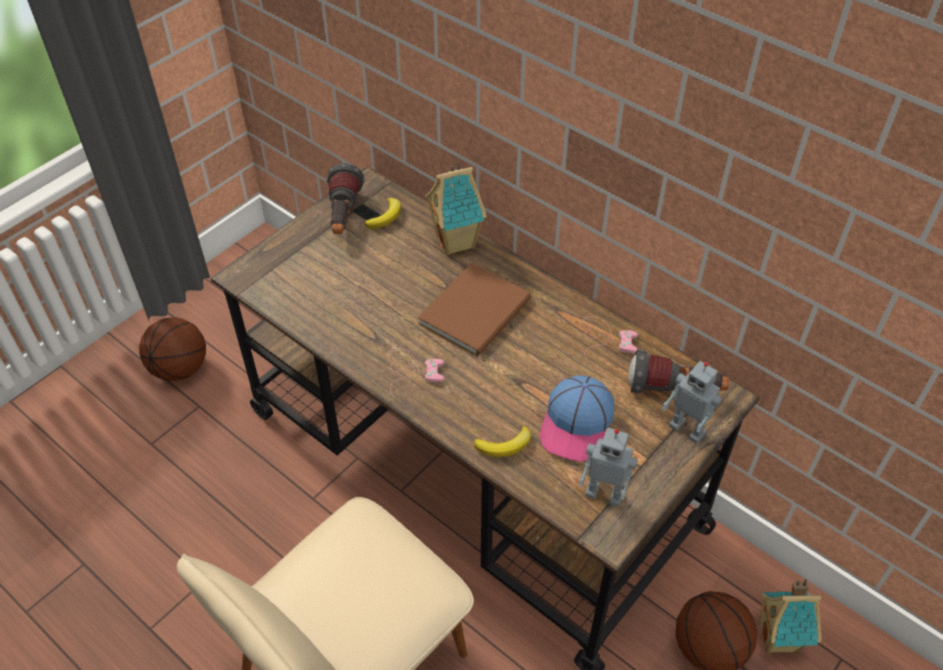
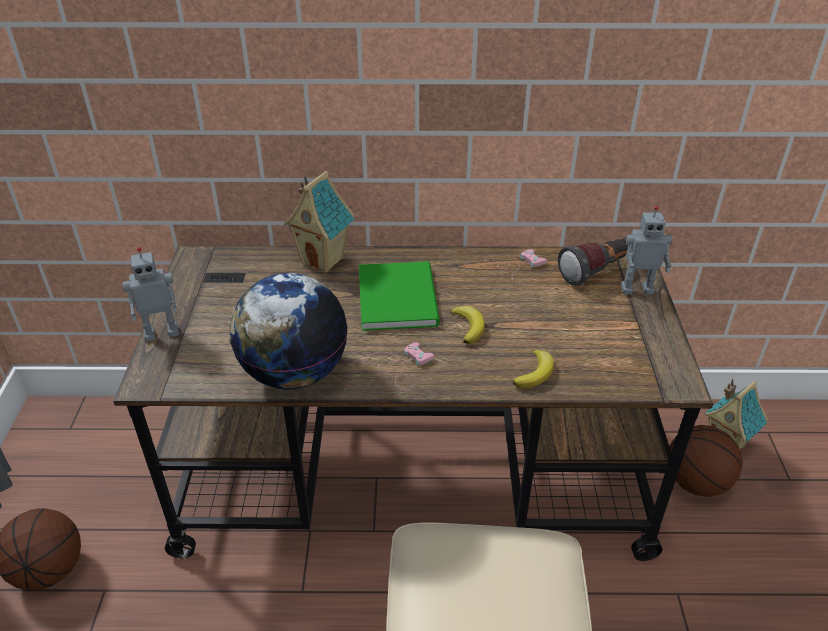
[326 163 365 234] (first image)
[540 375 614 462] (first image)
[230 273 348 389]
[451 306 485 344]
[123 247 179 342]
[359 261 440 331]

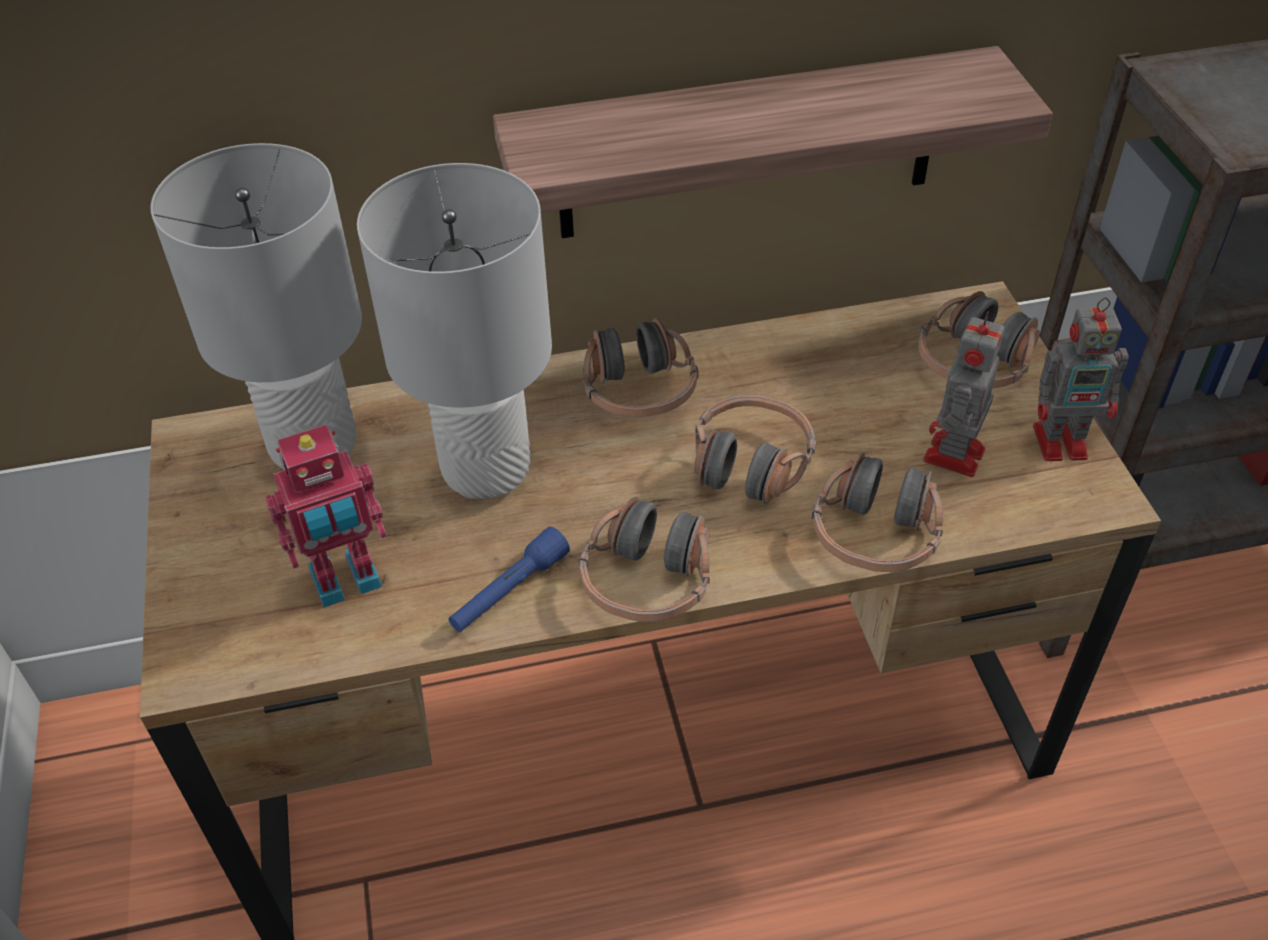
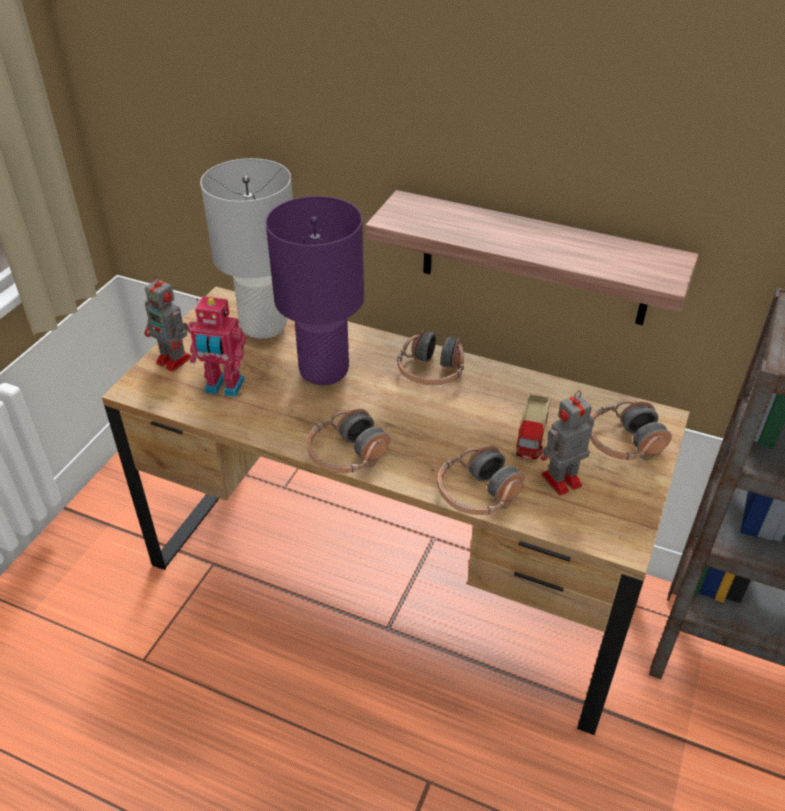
[449 526 570 632] (first image)
[694 395 816 504] (first image)
[516 393 551 459]
[144 274 191 372]
[266 196 364 385]

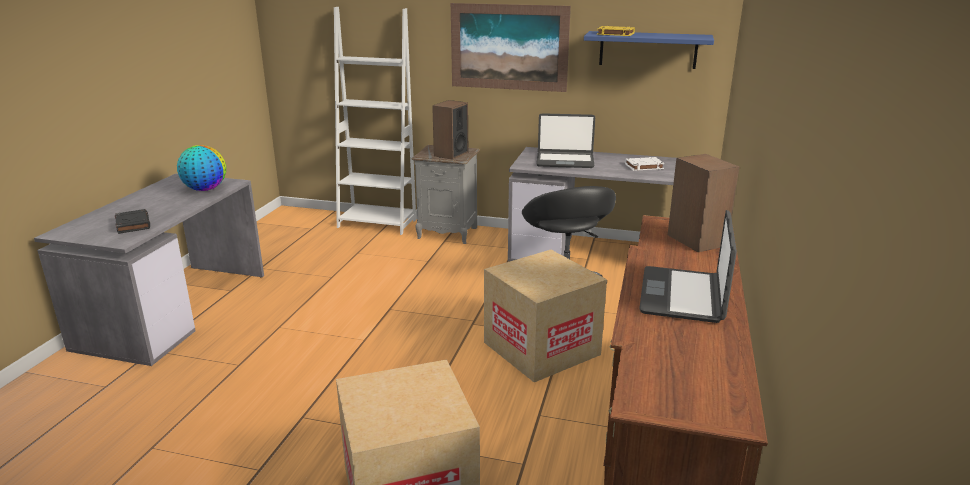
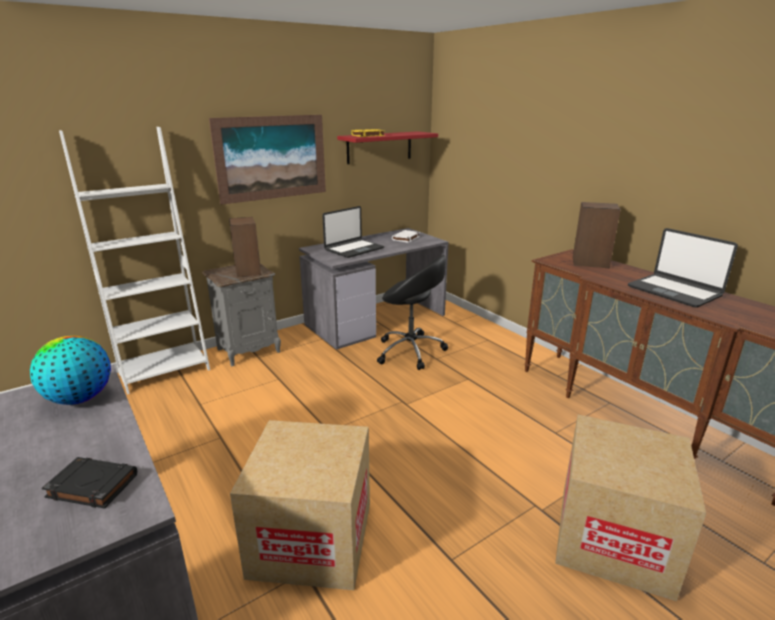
[230 420 370 590]
[337 131 438 164]

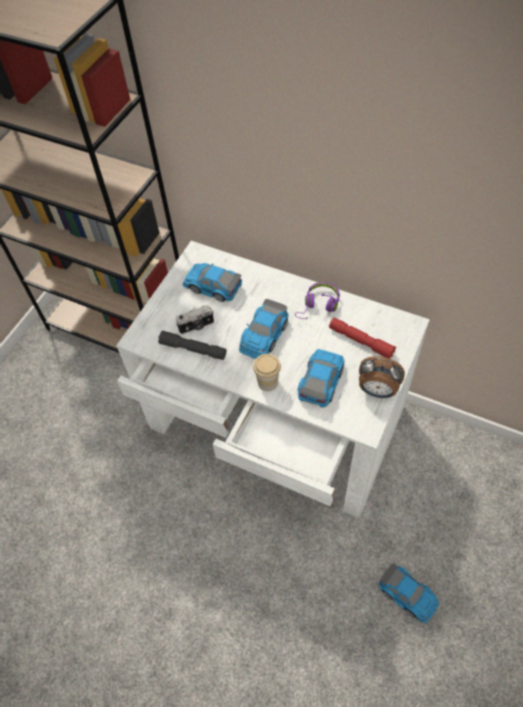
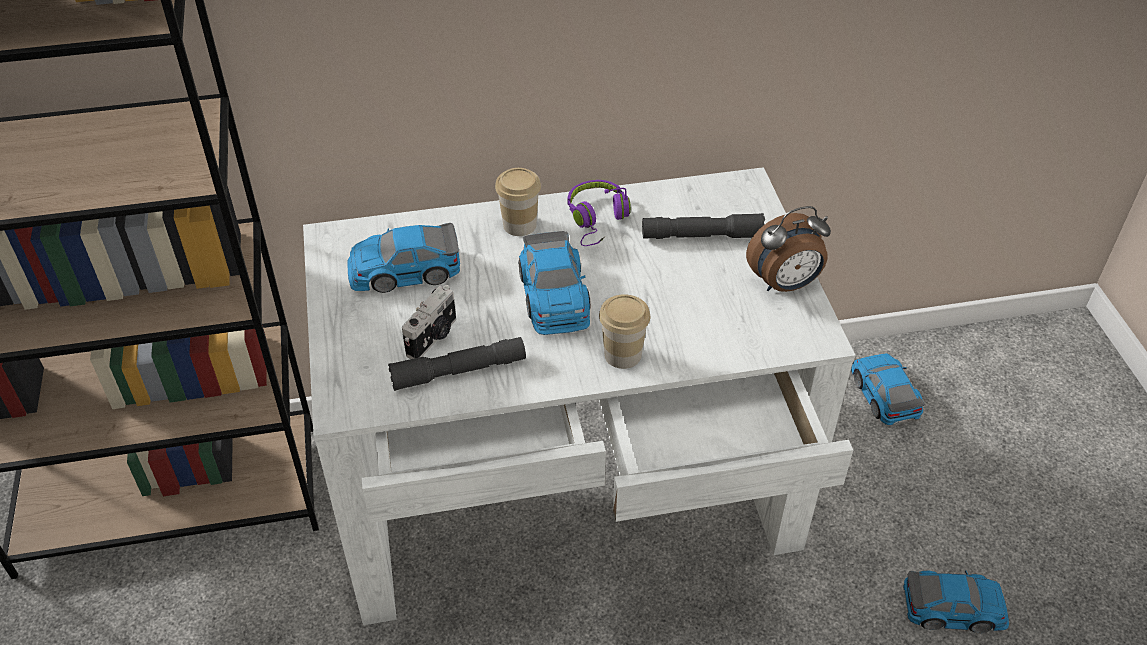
[495 168 541 236]
[851 353 925 425]
[642 213 765 239]

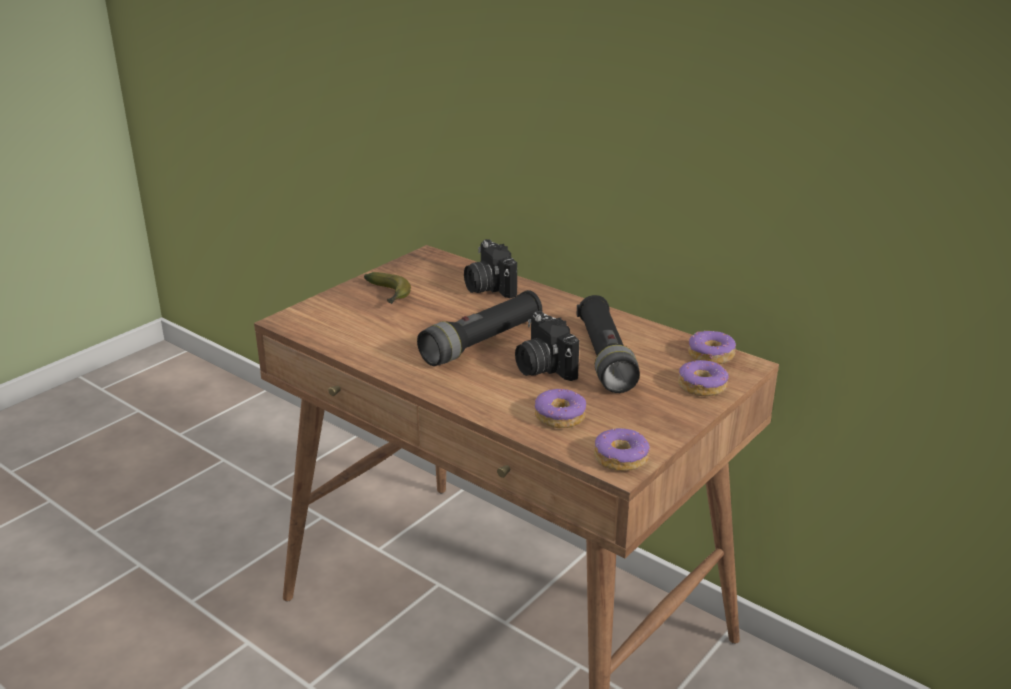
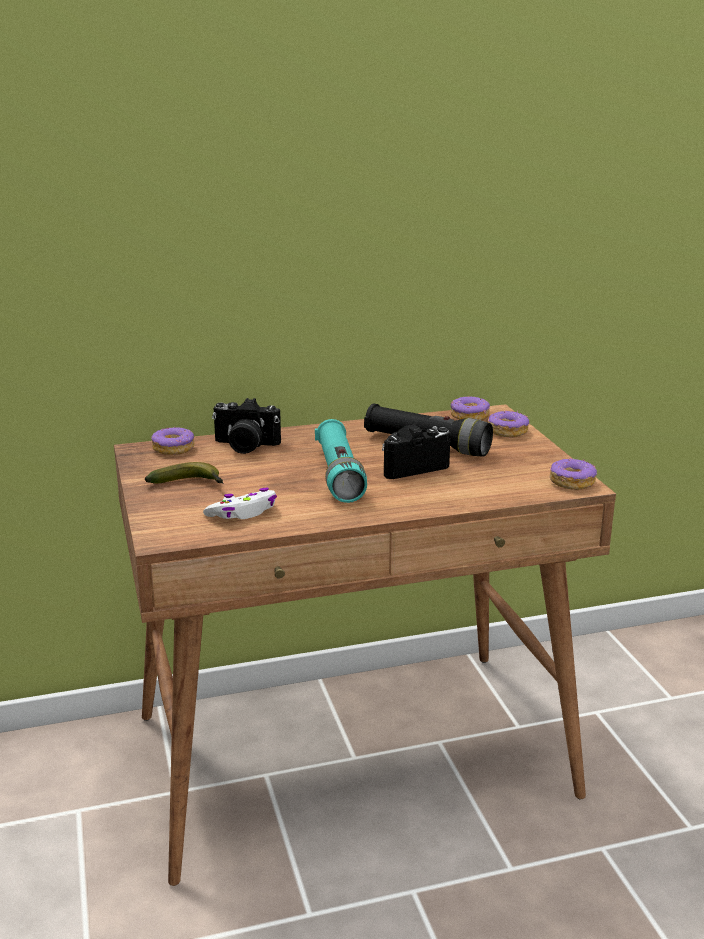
[203 488 277 519]
[151 427 194 455]
[315 419 367 503]
[382 424 451 479]

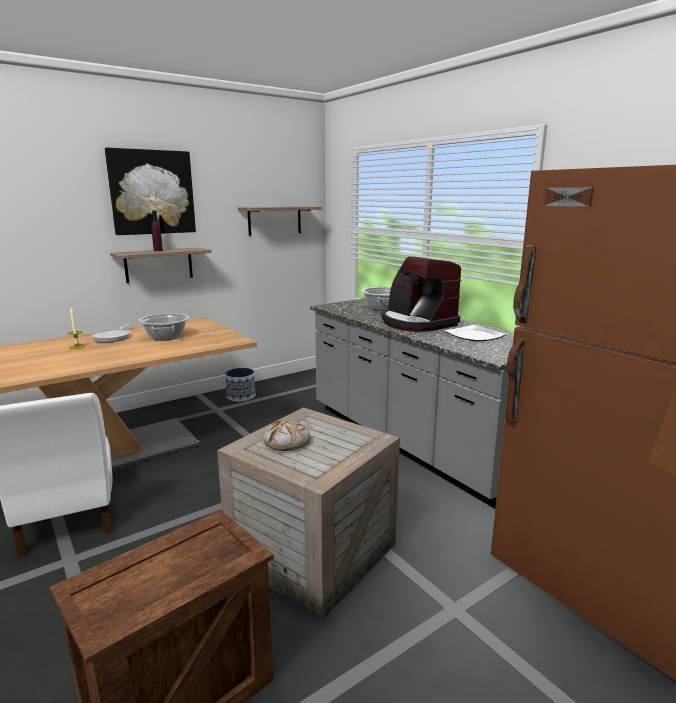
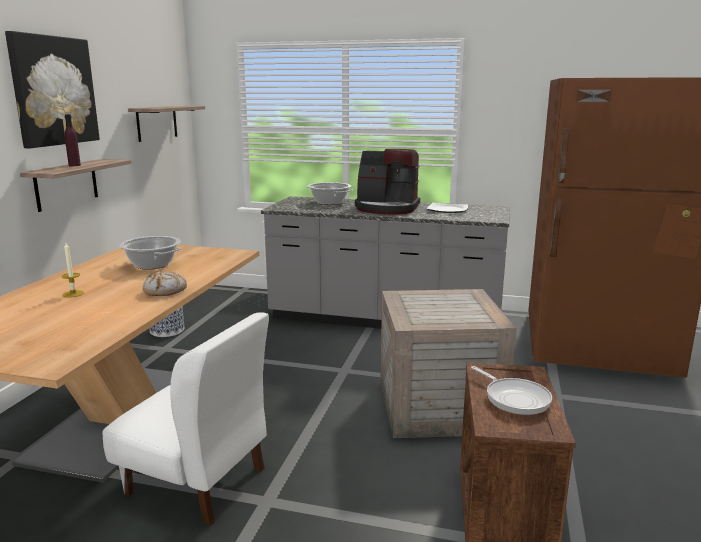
[471 366 552 415]
[143 271 187 296]

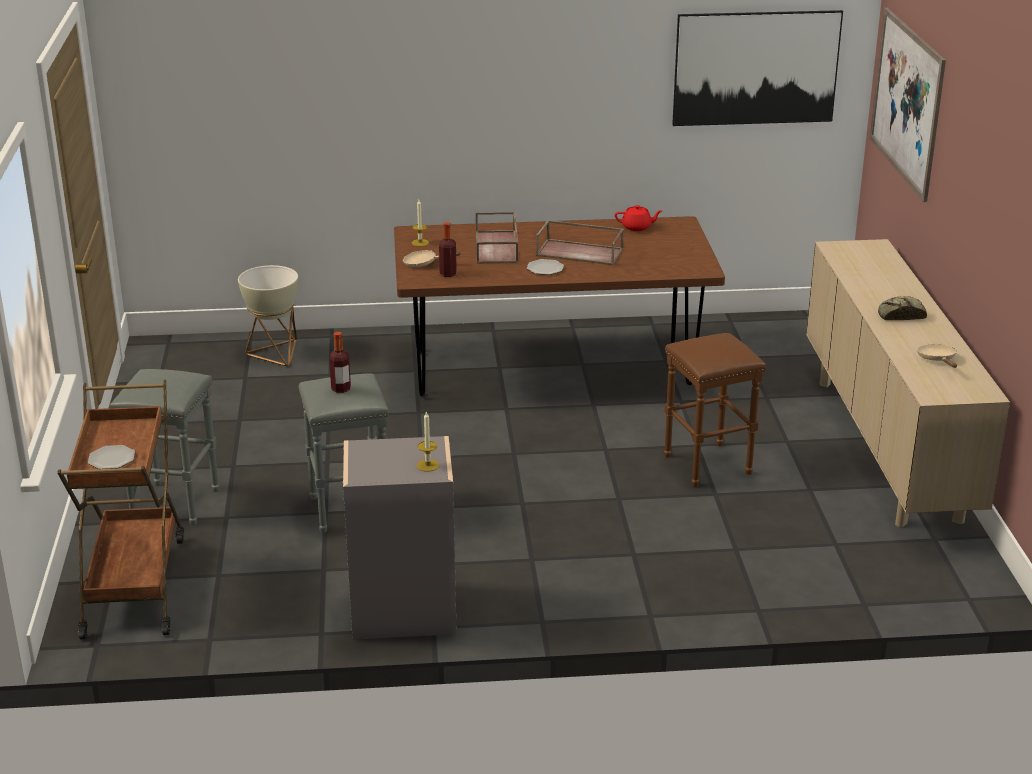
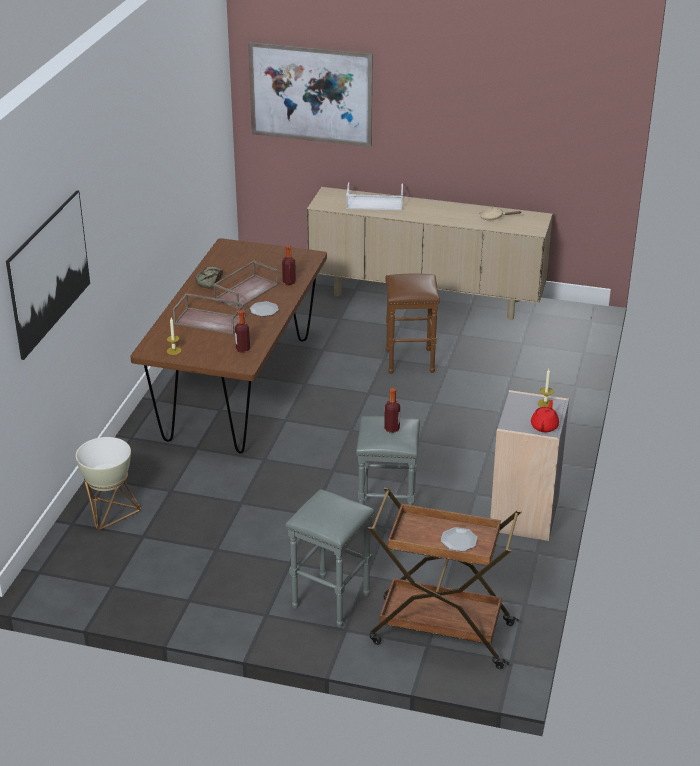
[403 250 461 267] (first image)
[282 245 296 285]
[346 182 403 210]
[531 400 559 432]
[6 190 90 360]
[196 266 223 289]

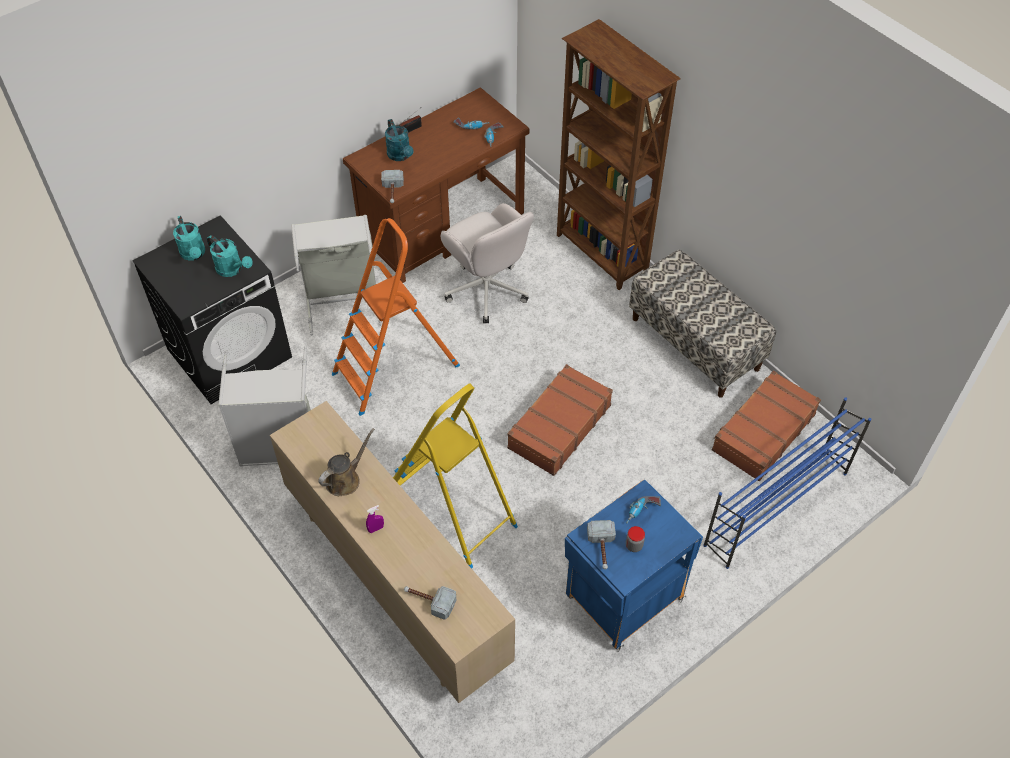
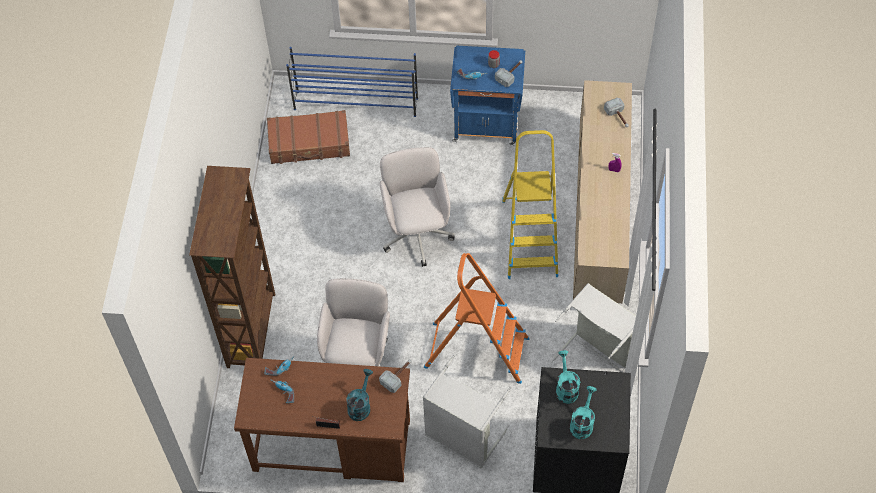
[318 428 375 496] (first image)
[629 250 776 398] (first image)
[380 147 455 267]

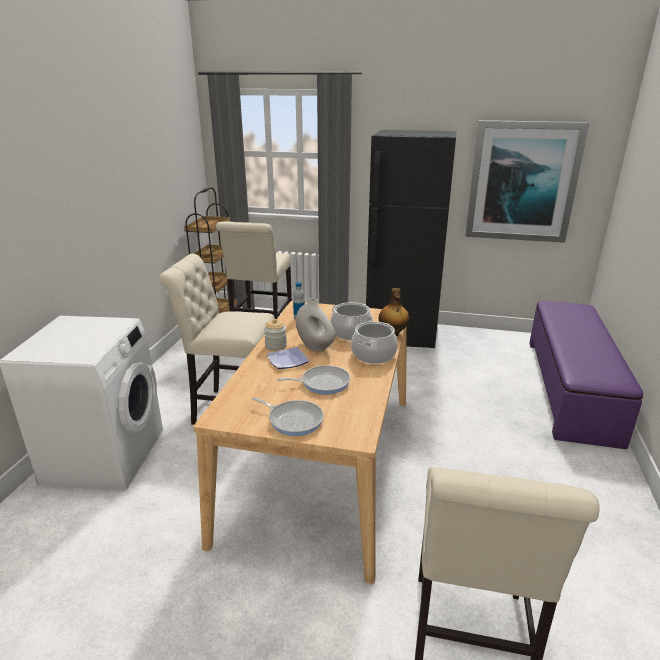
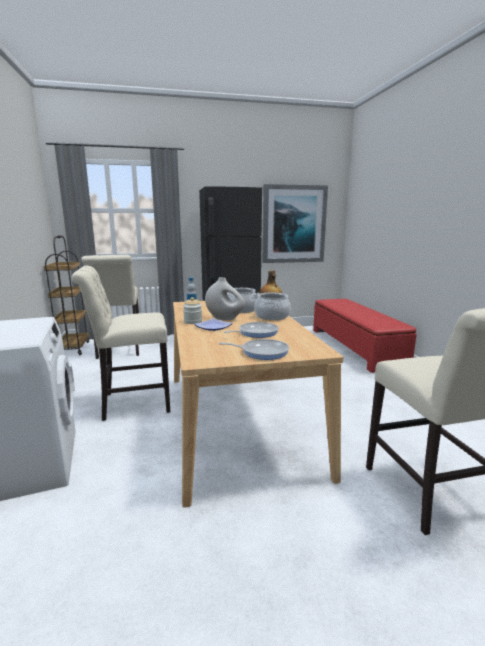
[313 299 417 373]

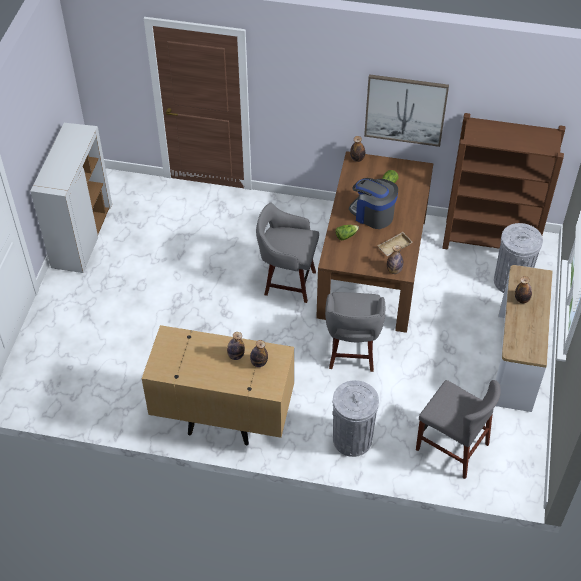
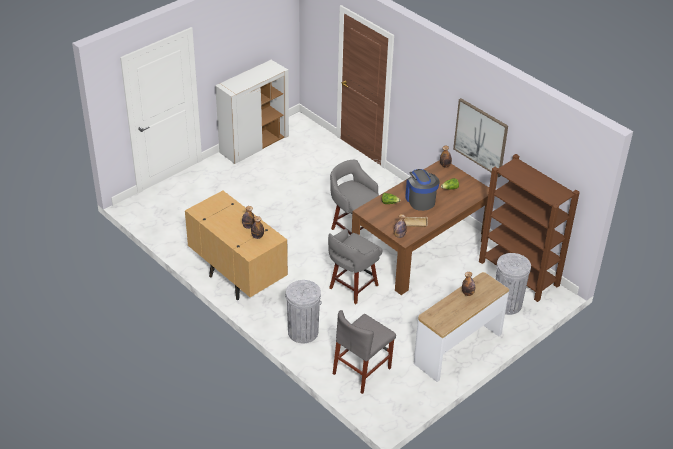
[333 310 396 394]

